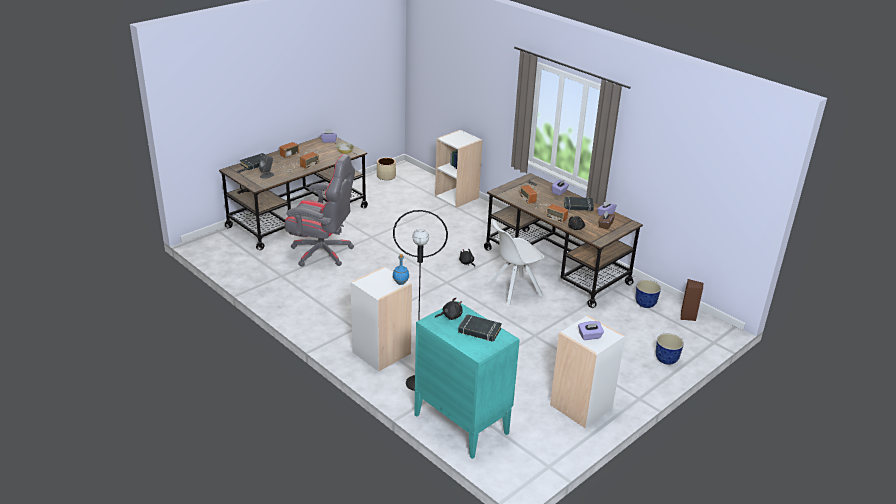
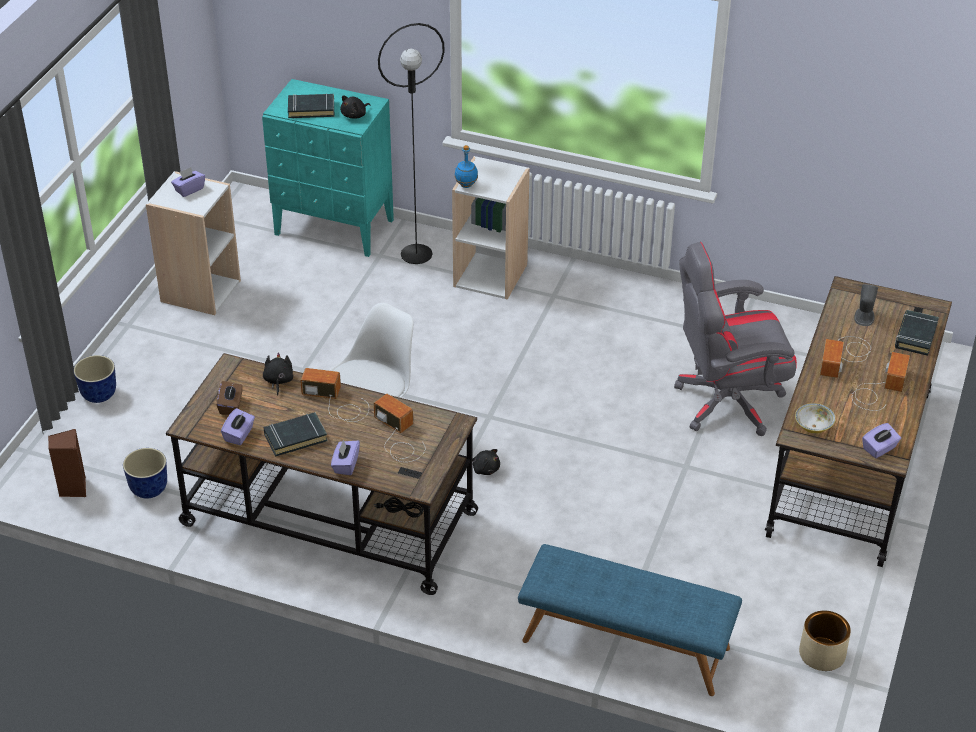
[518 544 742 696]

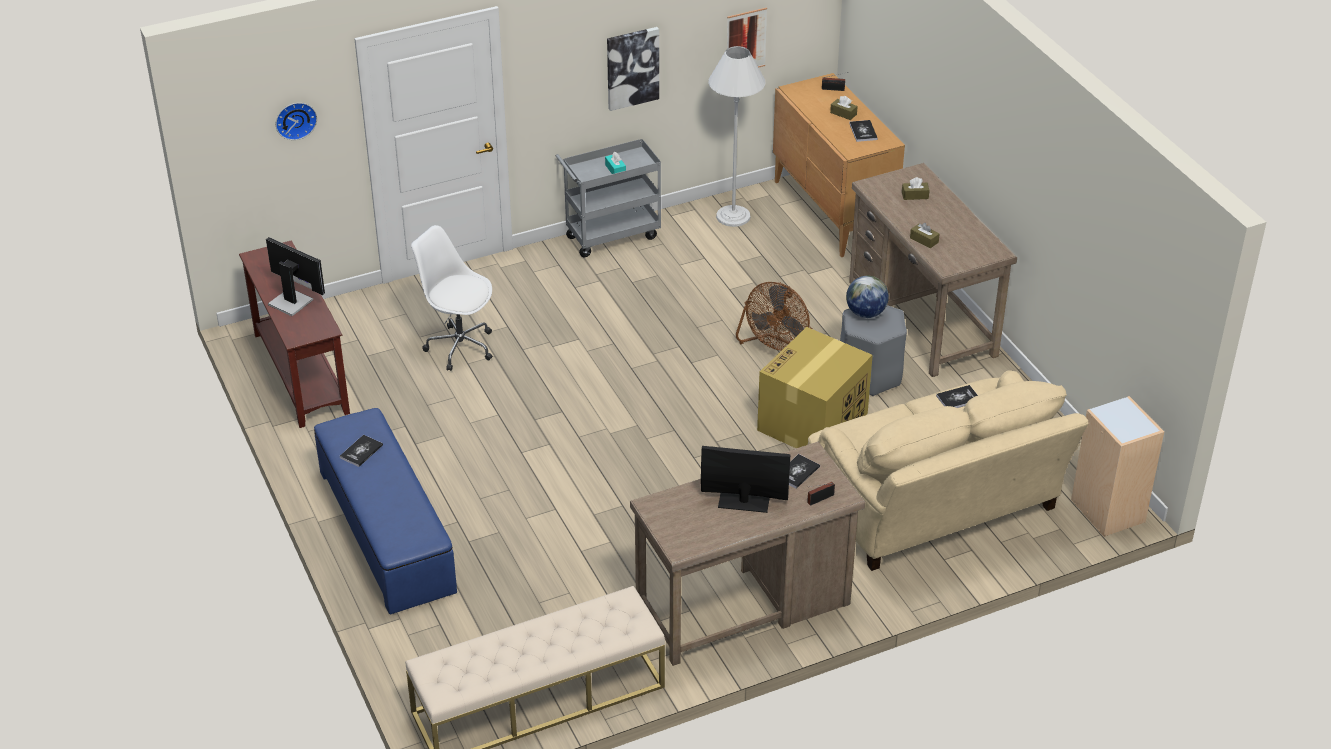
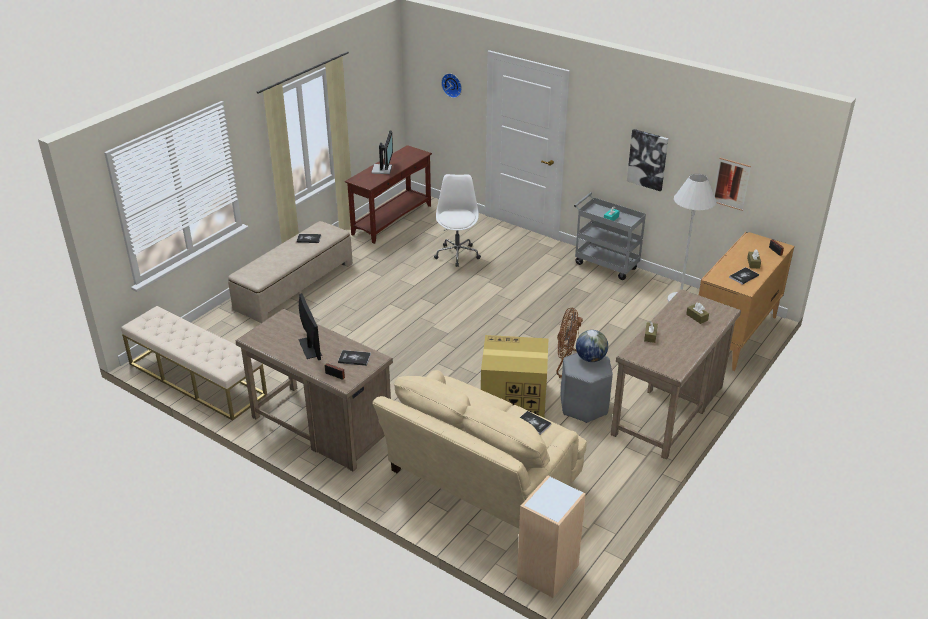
[228 221 353 323]

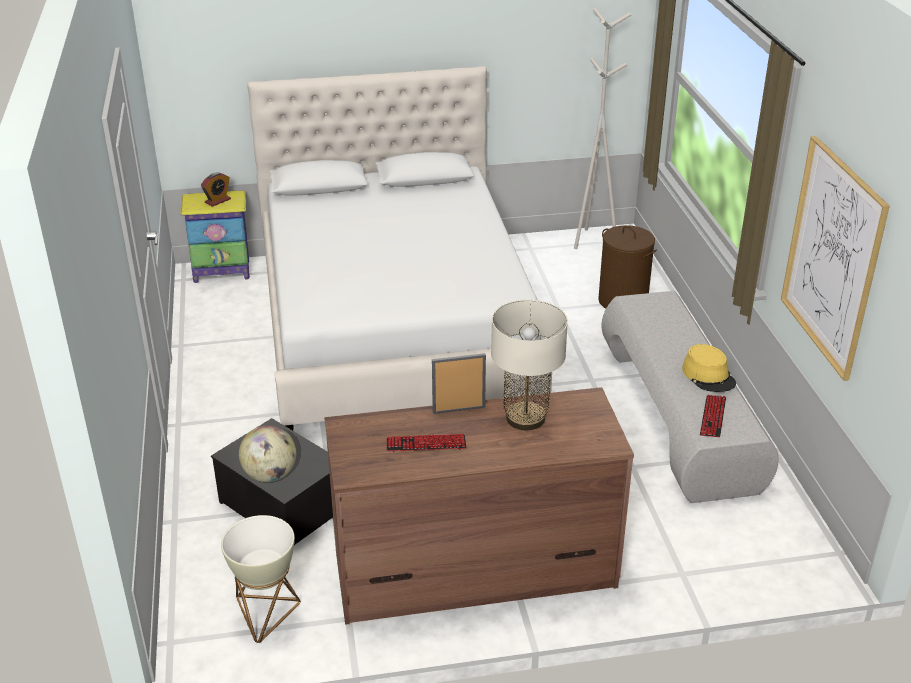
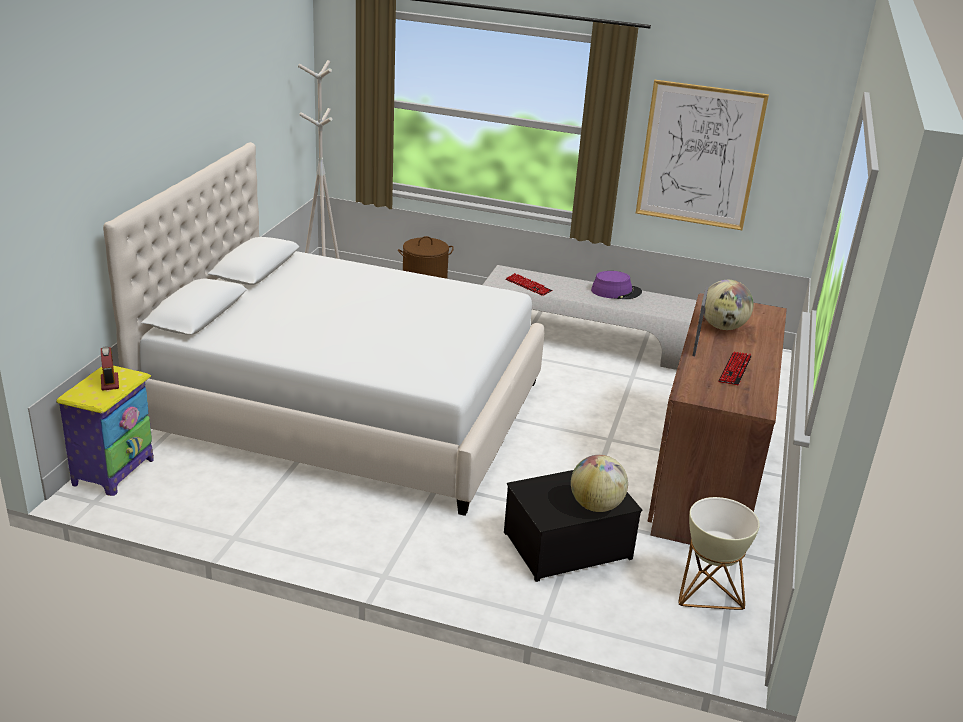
[506 273 552 296]
[702 280 753 330]
[591 271 642 299]

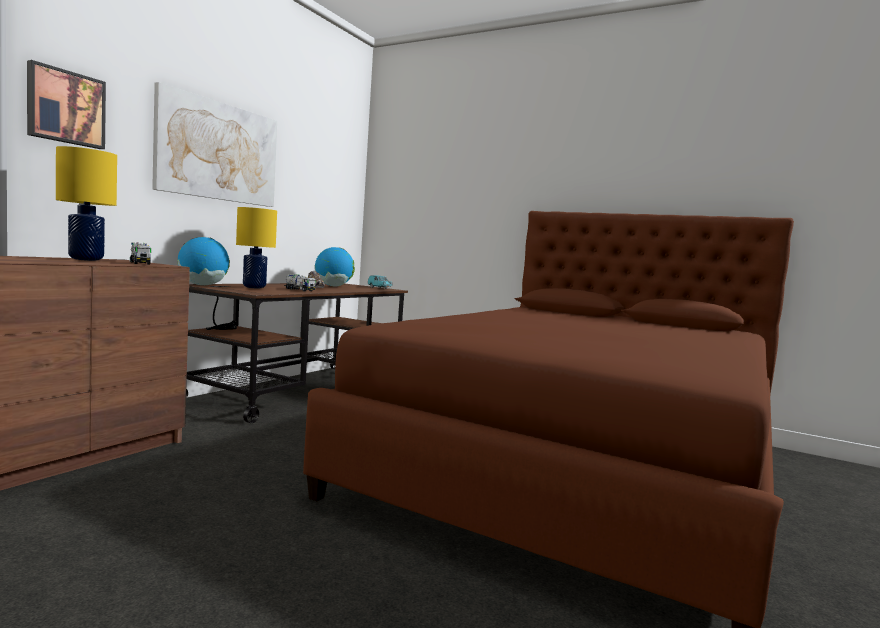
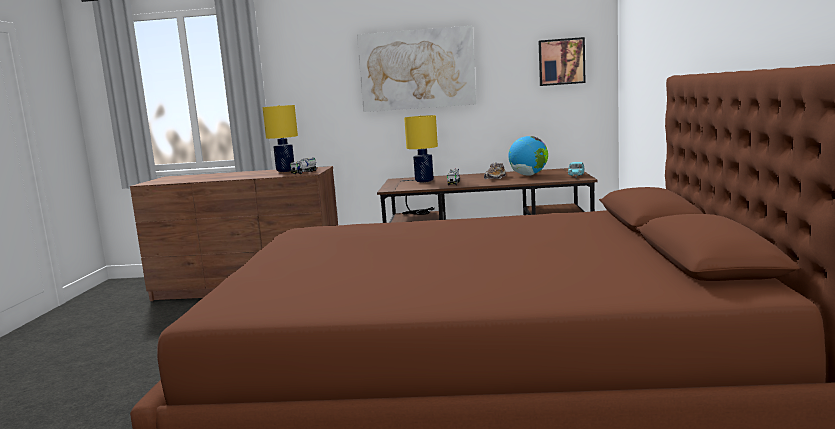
[178 237 230 285] (first image)
[539 37 586 86]

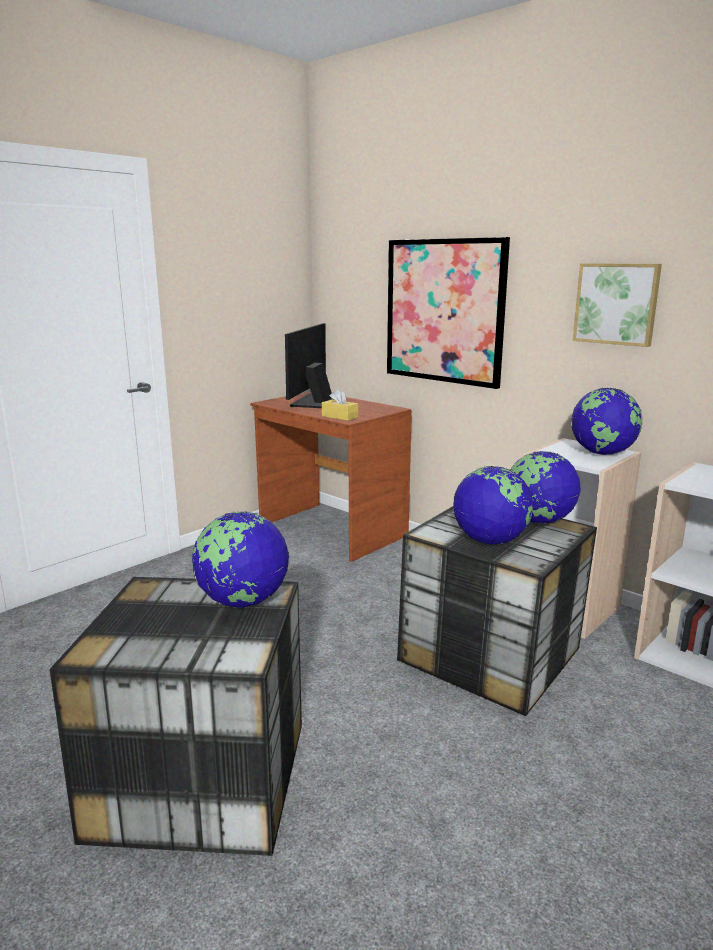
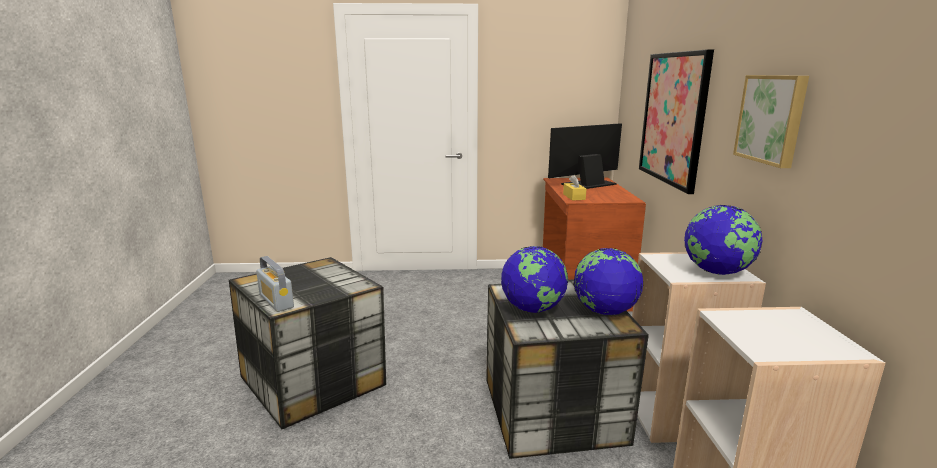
[192 511 289 608] (first image)
[256 256 294 312]

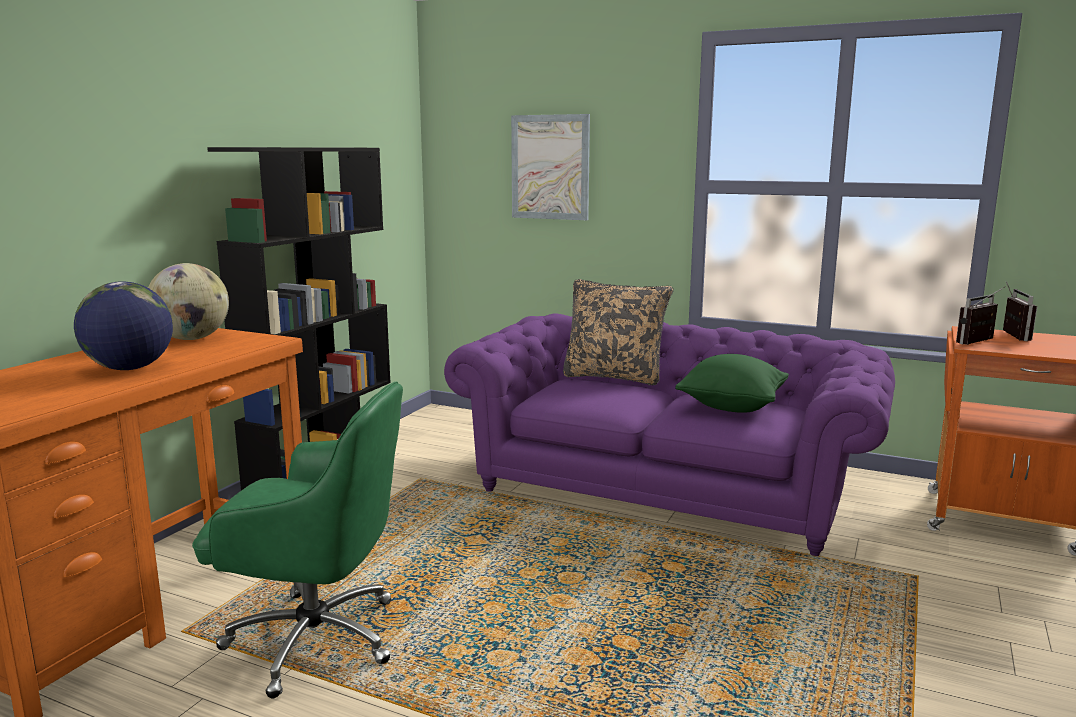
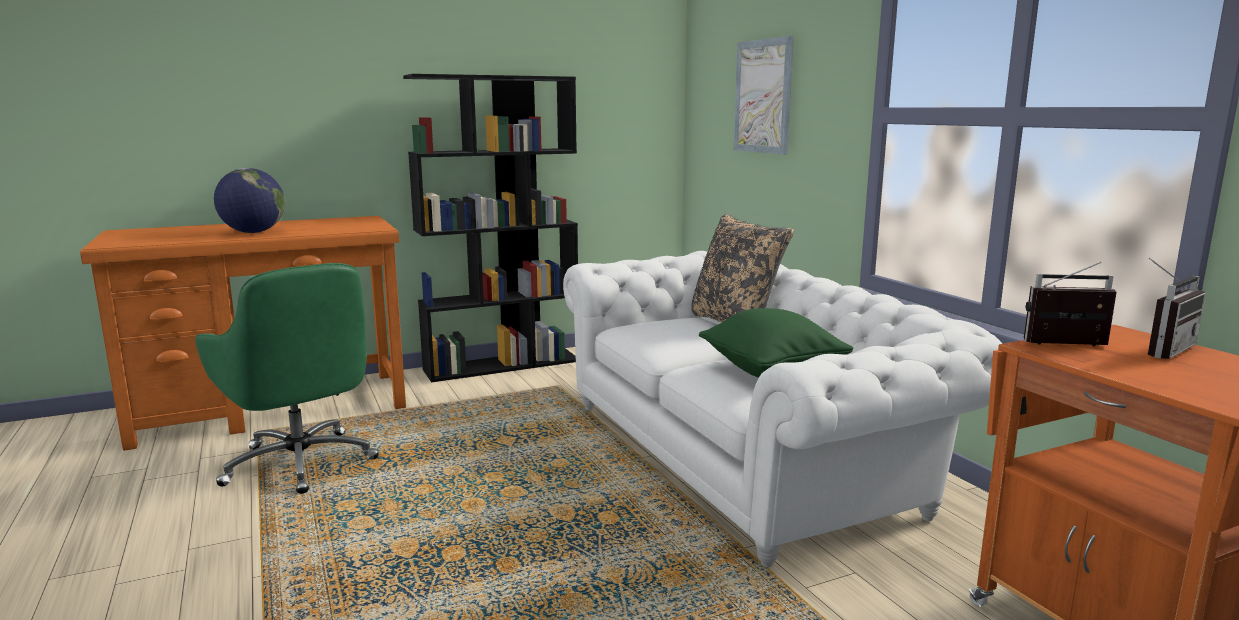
[148 263 229 340] (first image)
[563 251 1002 567]

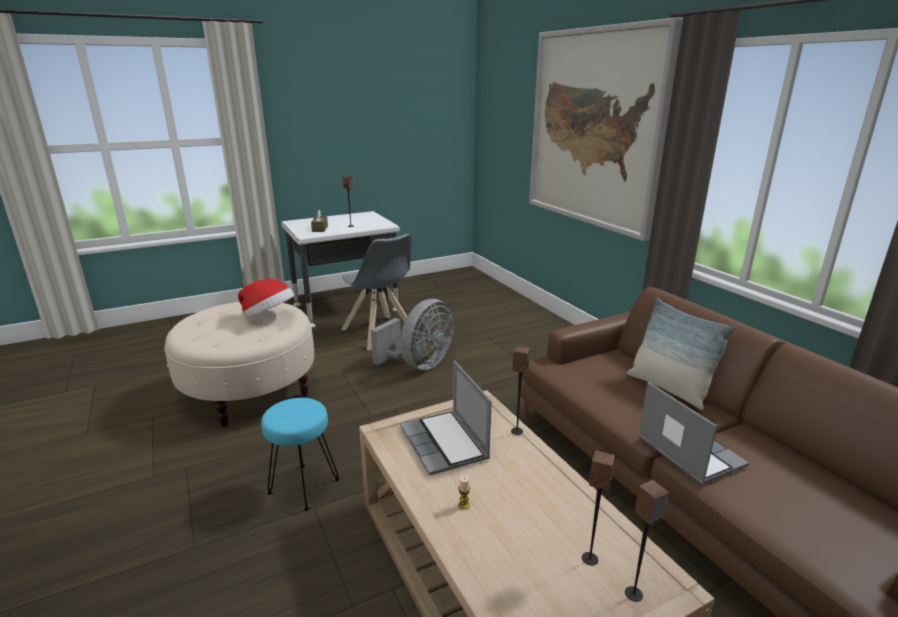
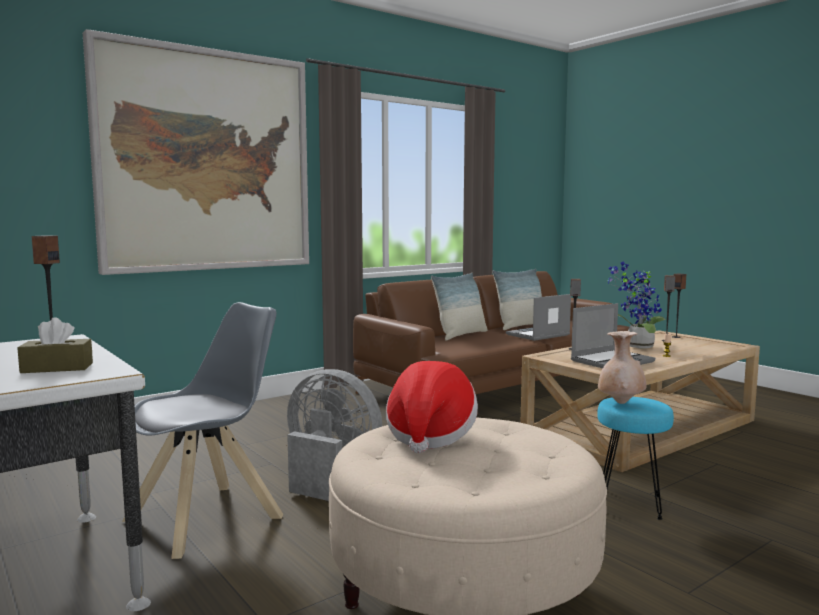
[492 269 542 330]
[598 331 647 404]
[608 262 666 349]

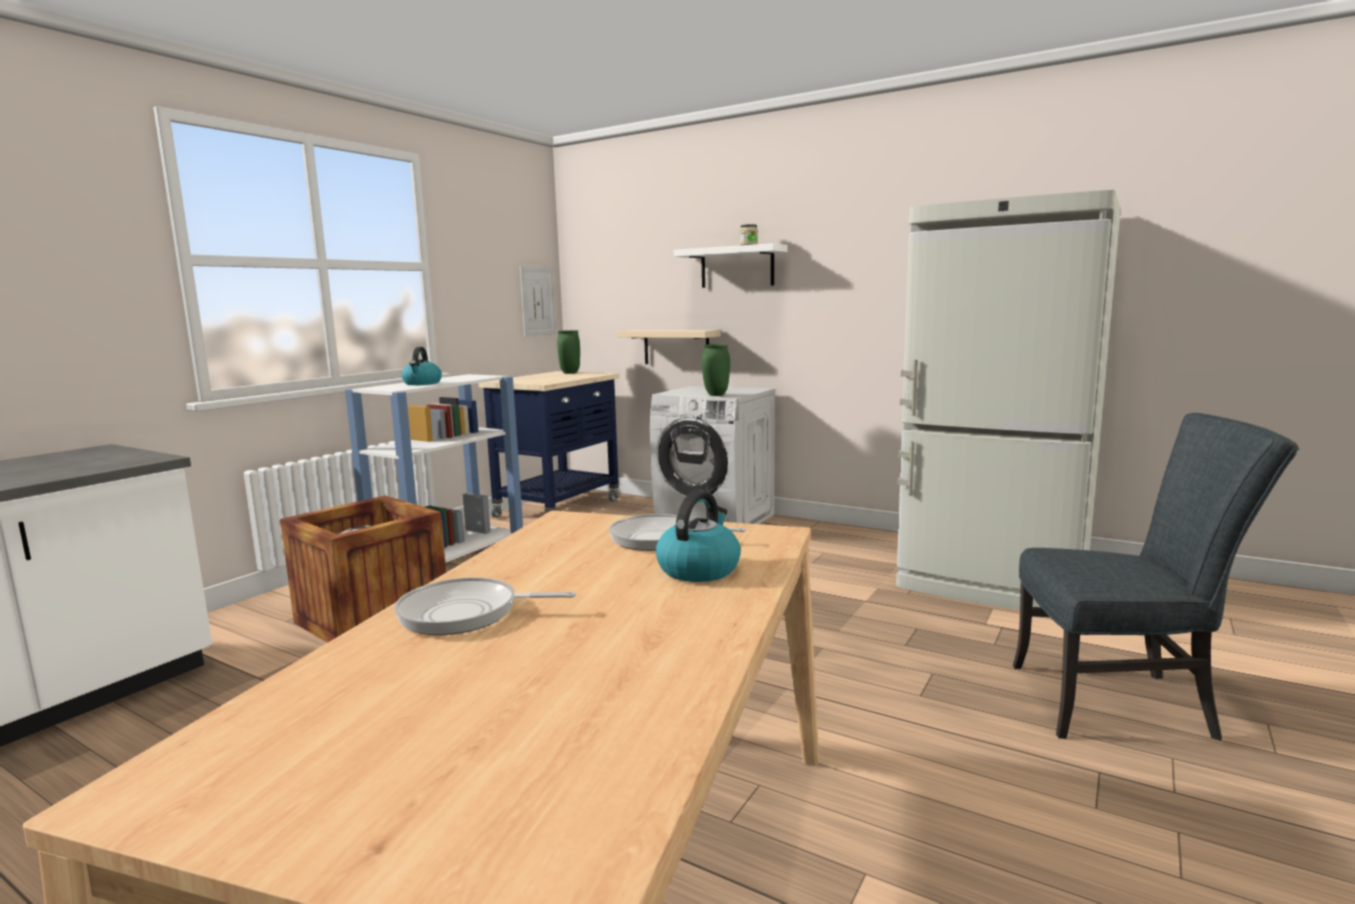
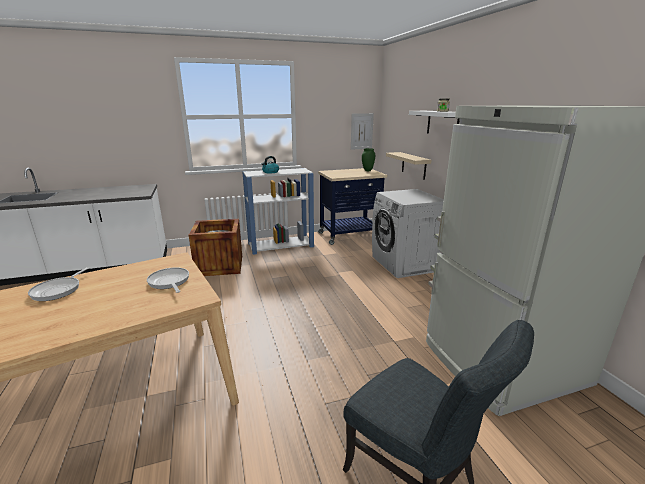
[656 490 741 582] (first image)
[702 344 730 396] (first image)
[28 267 90 301]

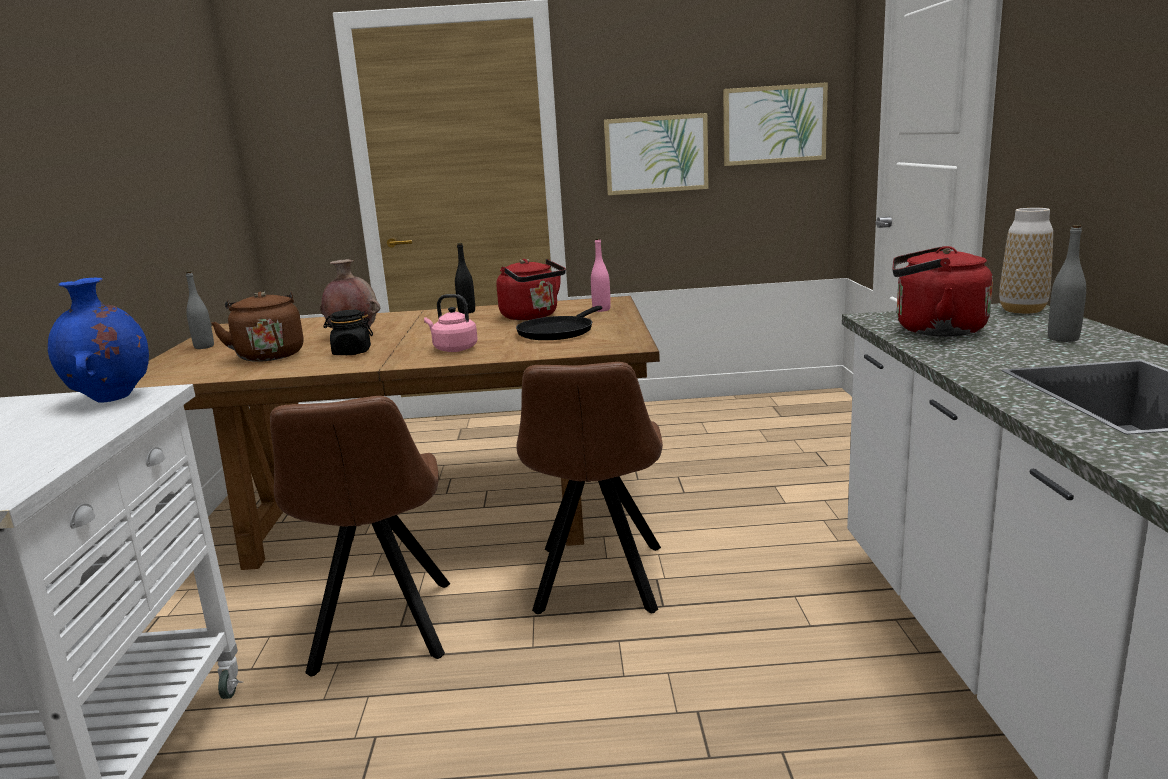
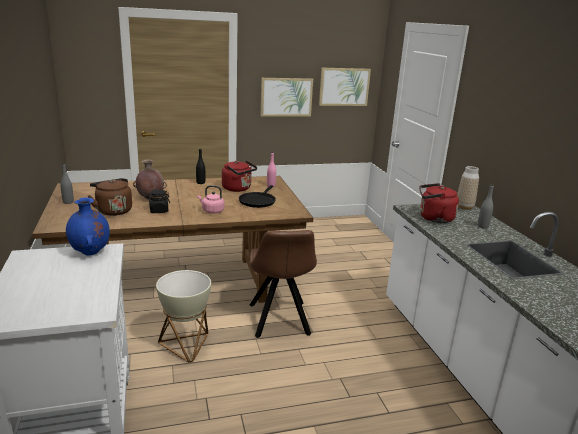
[156 270 211 363]

